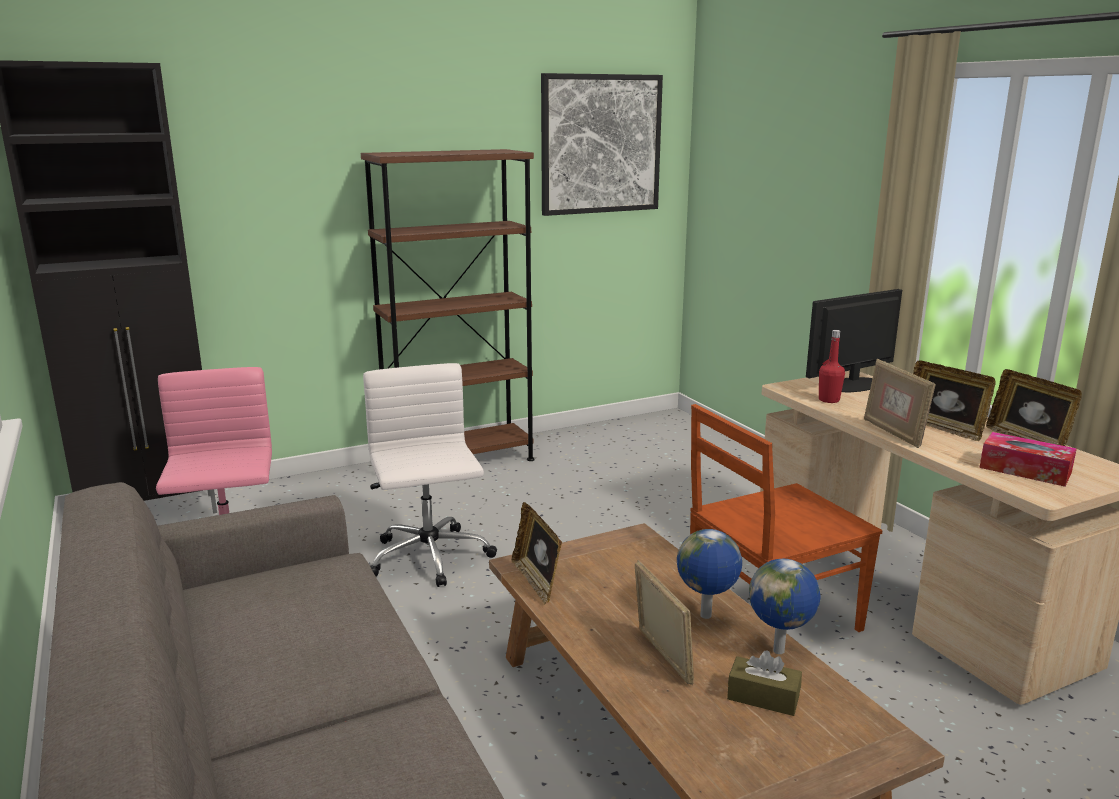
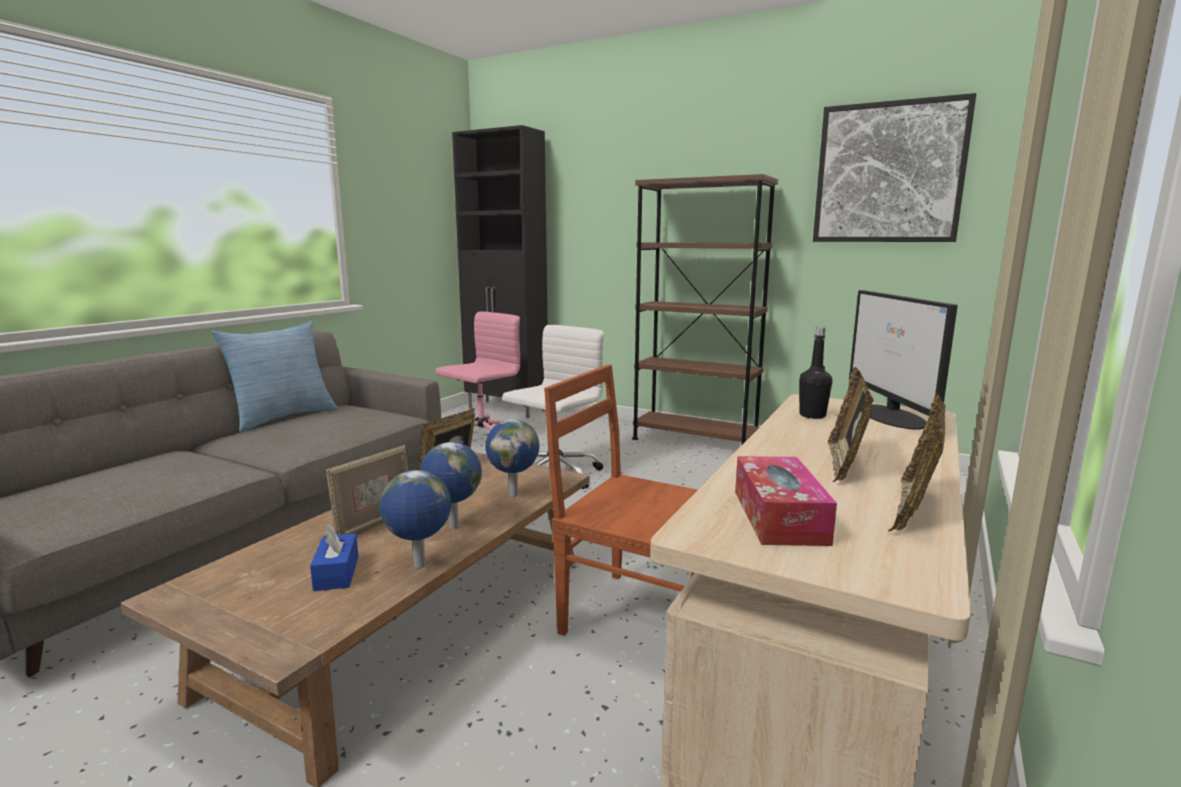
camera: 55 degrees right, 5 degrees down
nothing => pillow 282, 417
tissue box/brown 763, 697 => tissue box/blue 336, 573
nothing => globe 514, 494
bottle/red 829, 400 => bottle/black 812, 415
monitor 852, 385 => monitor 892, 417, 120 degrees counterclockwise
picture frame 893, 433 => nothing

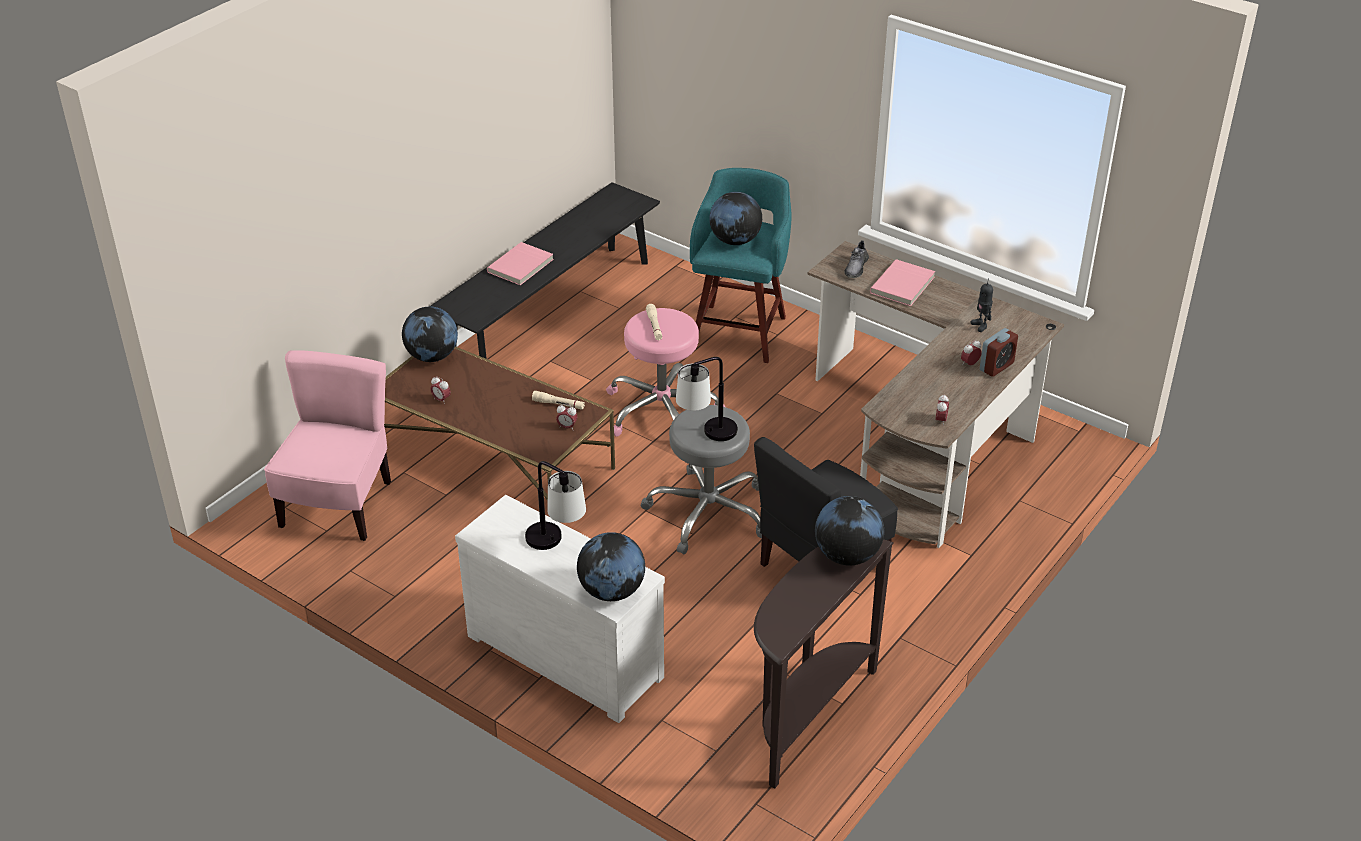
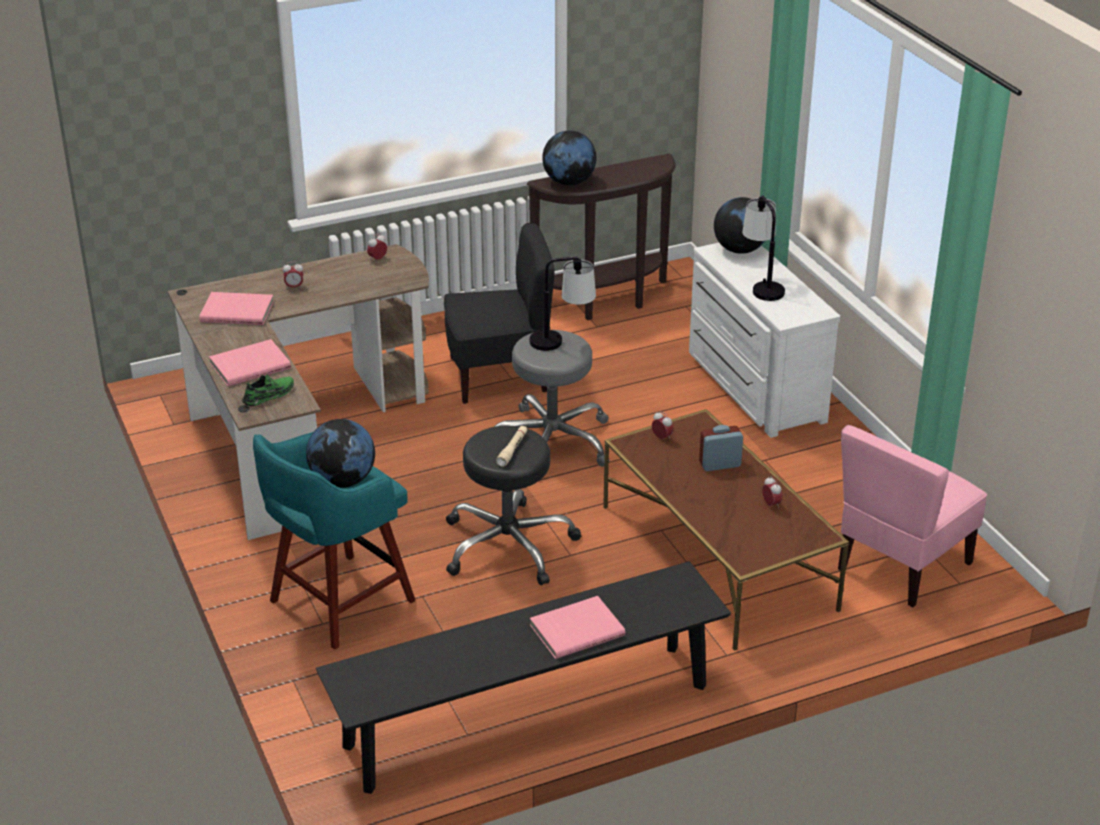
camera: 150 degrees left, 5 degrees down
toy robot 981, 325 => book/pink 237, 311
shoe/grey 856, 267 => shoe/green 269, 395
stool/pink 662, 411 => stool/black 508, 545
alarm clock 996, 366 => alarm clock 720, 464, relocated
globe 432, 356 => nothing
flashlight/beige 558, 404 => nothing

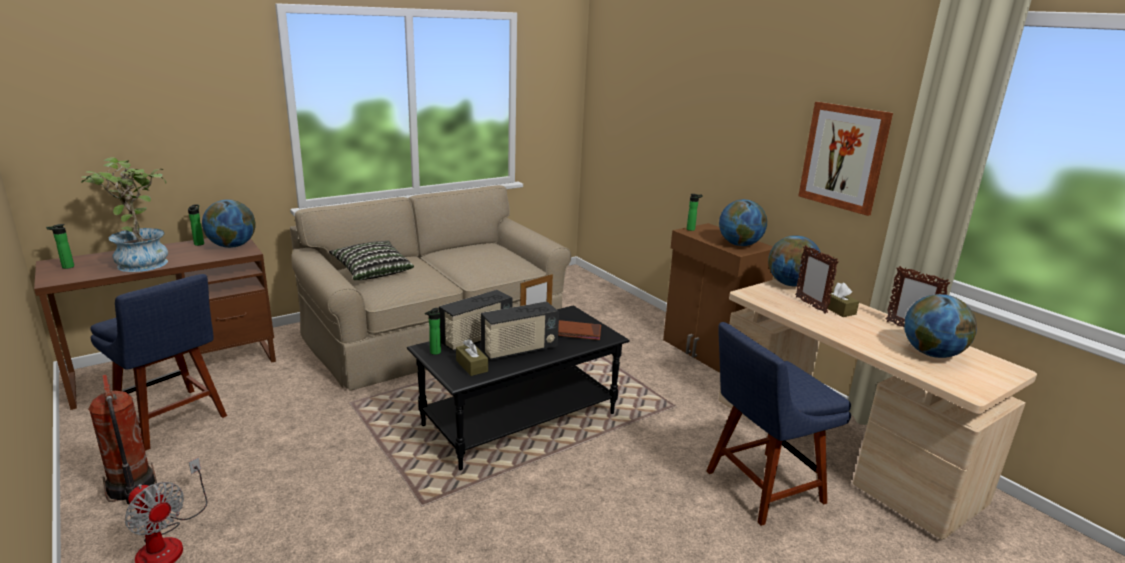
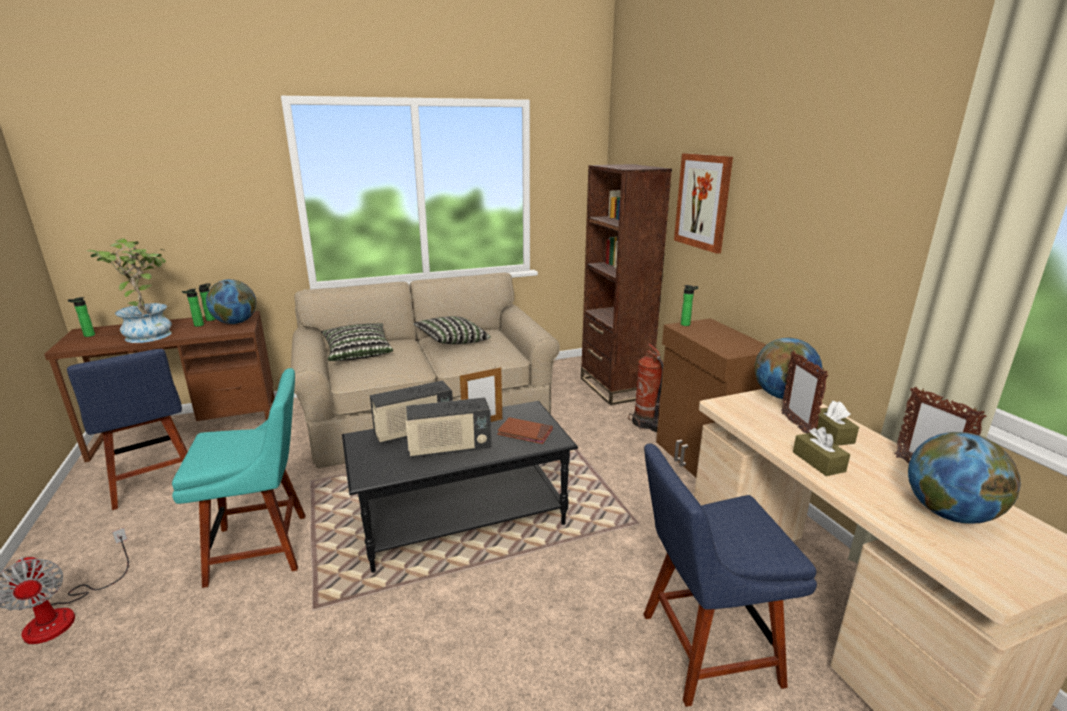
camera: 15 degrees right, 0 degrees up
nothing => chair/turquoise 265, 547
bottle 434, 353 => bottle 197, 325, relocated
nothing => pillow 452, 342
nothing => bookcase/brown 614, 387
fire extinguisher 131, 489 => fire extinguisher 646, 423, relocated
picture 844, 157 => picture 703, 201, relocated
tissue box/brown 471, 366 => tissue box/brown 818, 462, relocated
globe 739, 244 => nothing

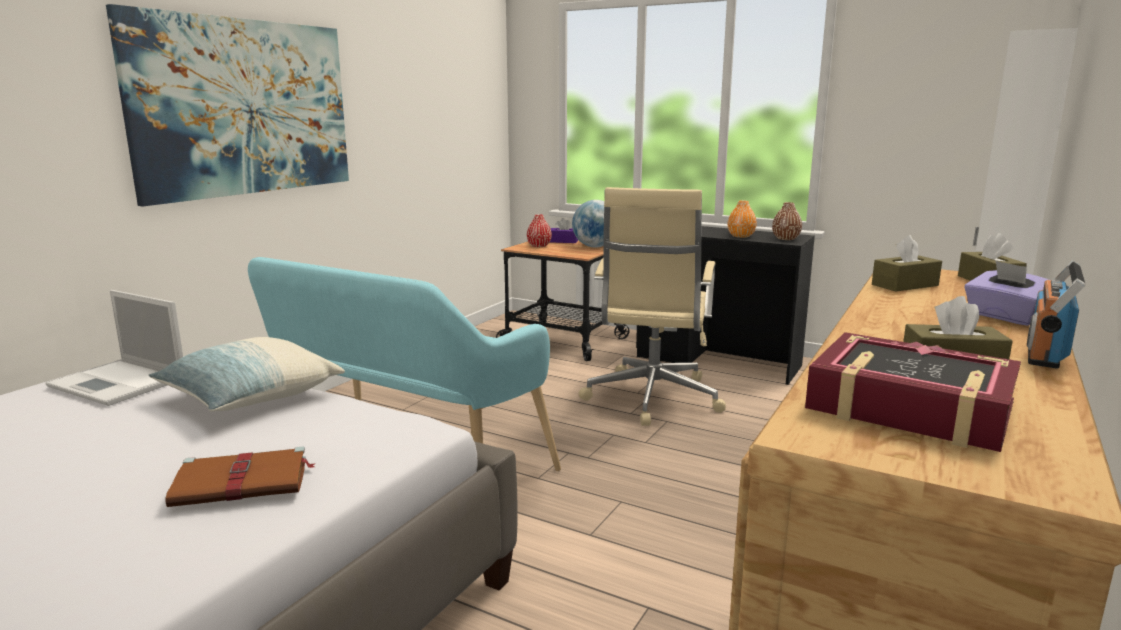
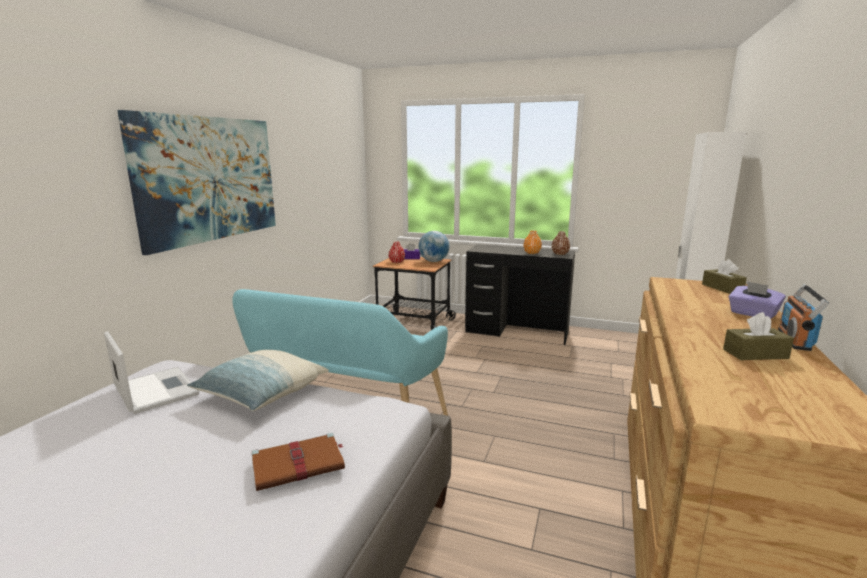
camera: 10 degrees left, 0 degrees up
laptop 119, 383 => laptop 155, 390, 150 degrees counterclockwise
office chair/beige 651, 399 => nothing
book 909, 407 => nothing
tissue box/brown 904, 285 => nothing

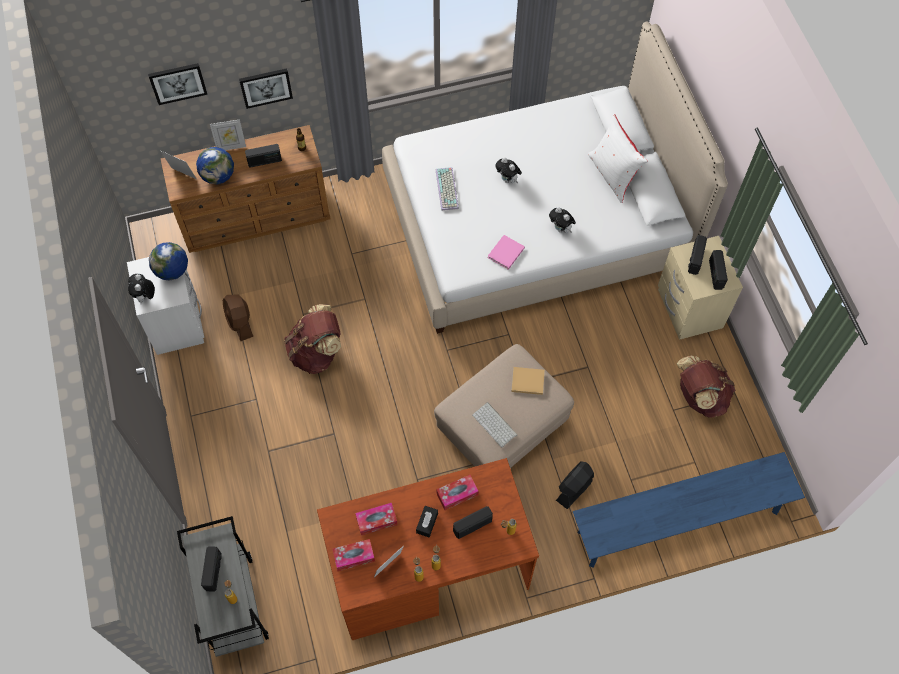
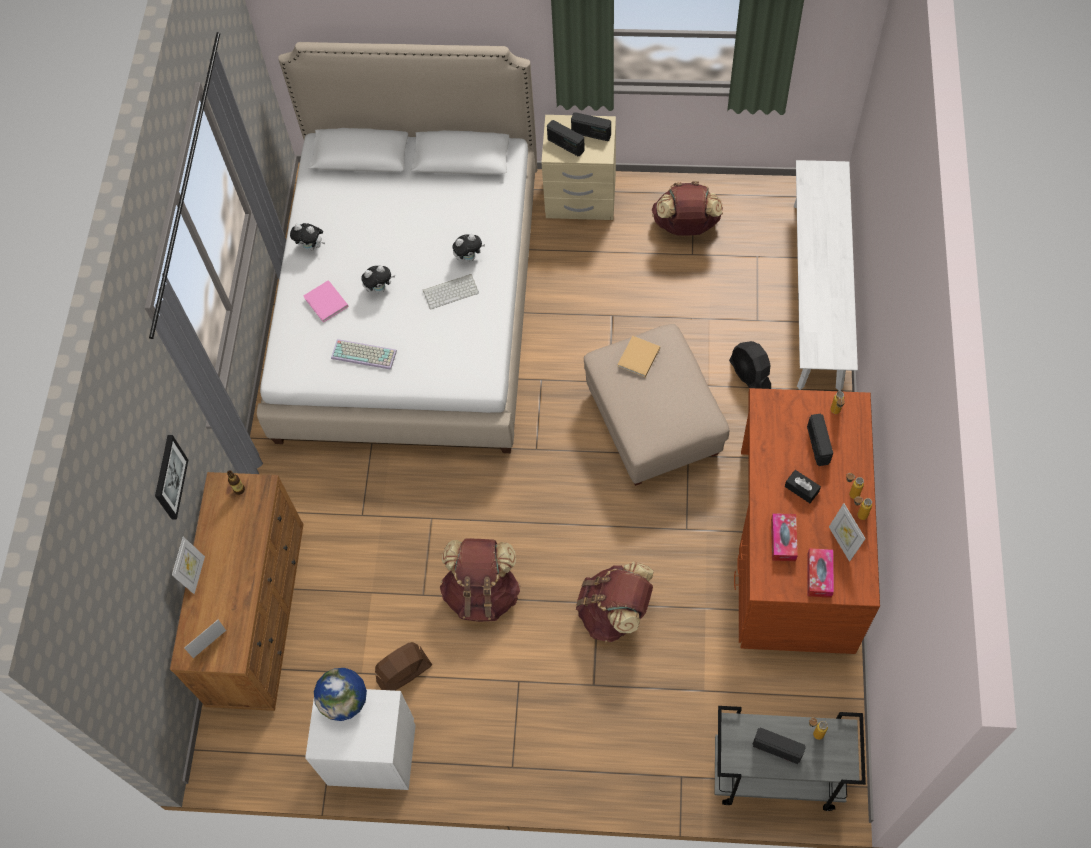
camera: 65 degrees left, 0 degrees up
plush toy 145, 297 => plush toy 311, 246, relocated
book/pink 505, 253 => book/pink 327, 303, relocated
fan/brown 240, 322 => fan/brown 404, 673, 150 degrees clockwise
keyboard 495, 425 => keyboard 451, 291, relocated
nothing => backpack/brown 615, 612
bench/blue 678, 522 => bench/white 817, 294
picture 178, 82 => nothing
globe 218, 176 => nothing
radio 264, 161 => nothing
tissue box 457, 494 => nothing
pillow/white 612, 175 => nothing

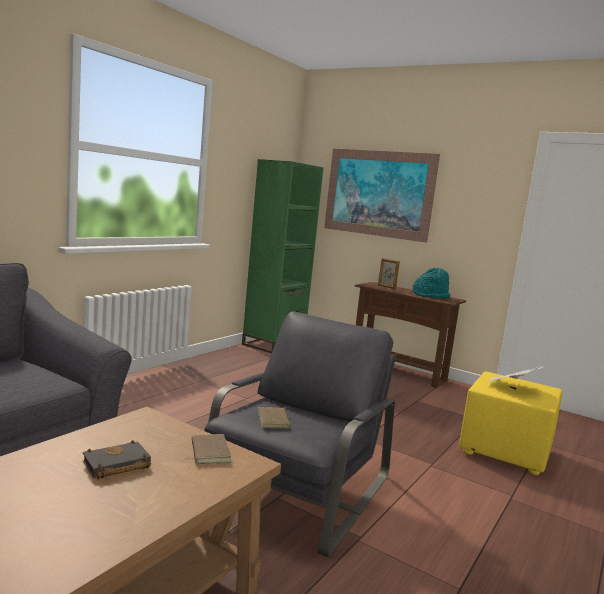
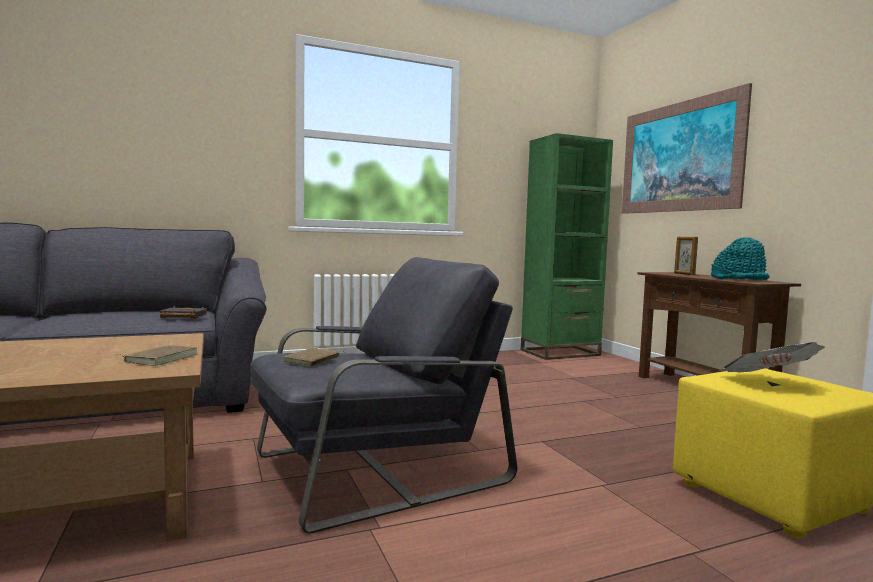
camera: 35 degrees right, 5 degrees down
book/black 115, 466 => book/black 182, 317, relocated

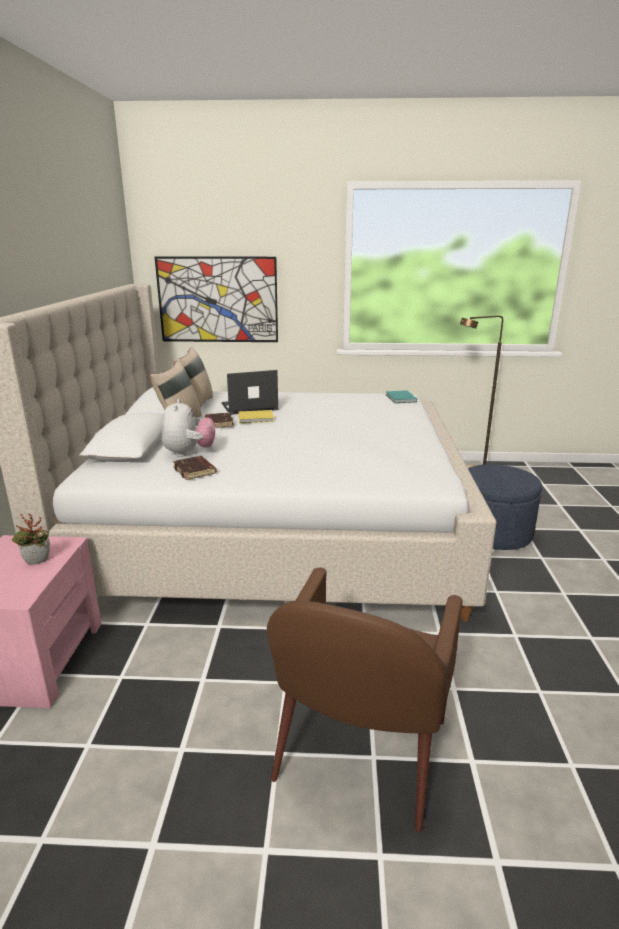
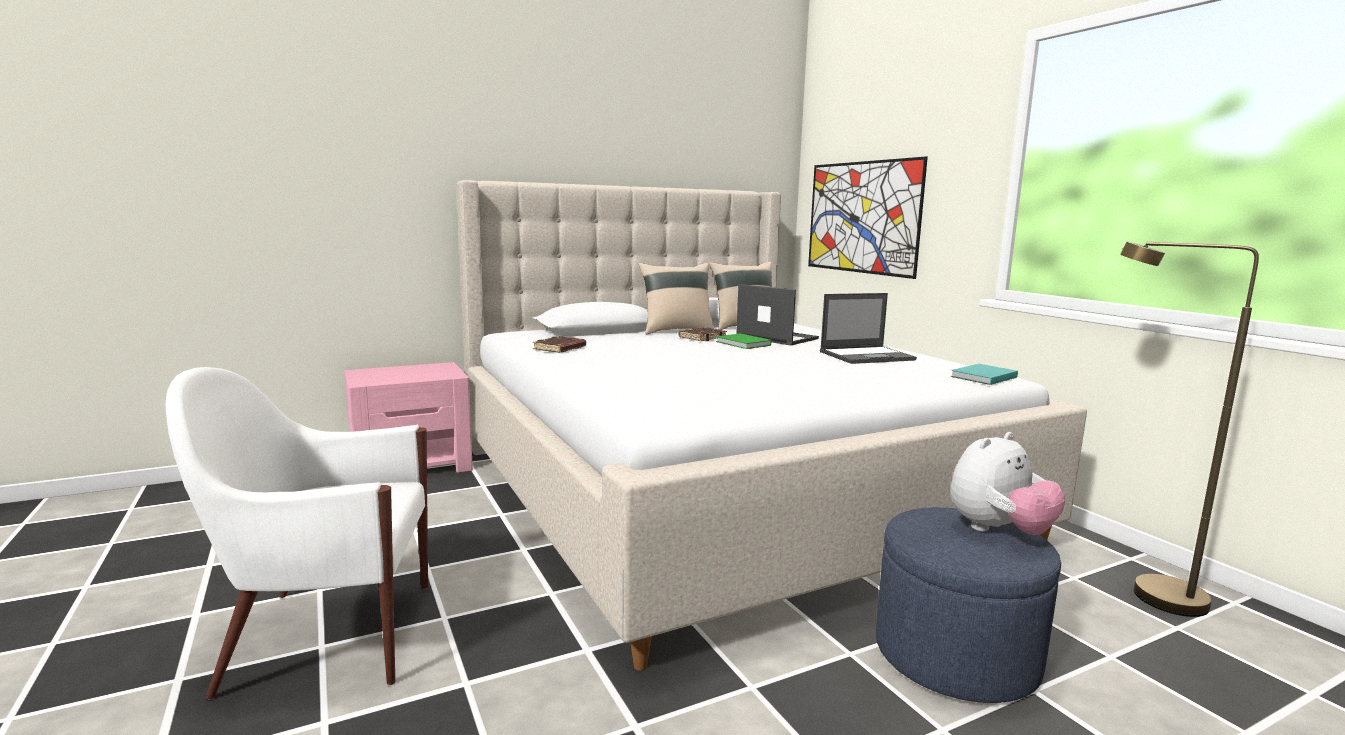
camera: 60 degrees right, 10 degrees down
armchair/brown 359, 753 => armchair/white 326, 636
book/yellow 257, 418 => book/green 743, 344
nothing => laptop 867, 356
plush toy 189, 453 => plush toy 998, 531, relocated
potted plant 36, 563 => nothing

